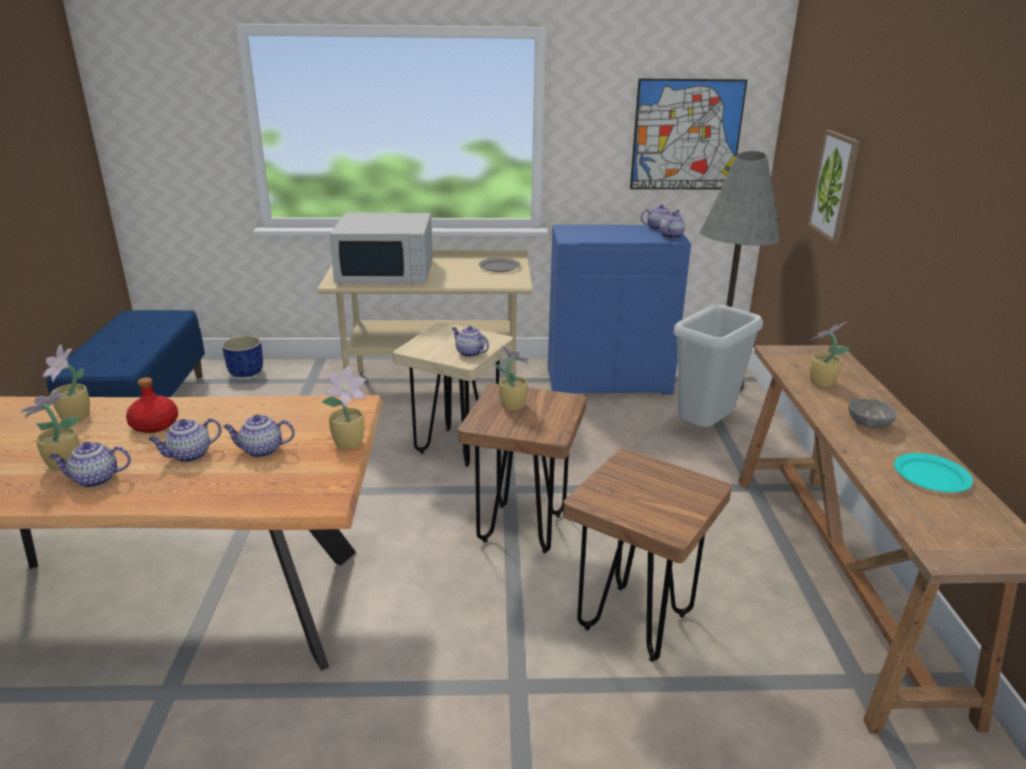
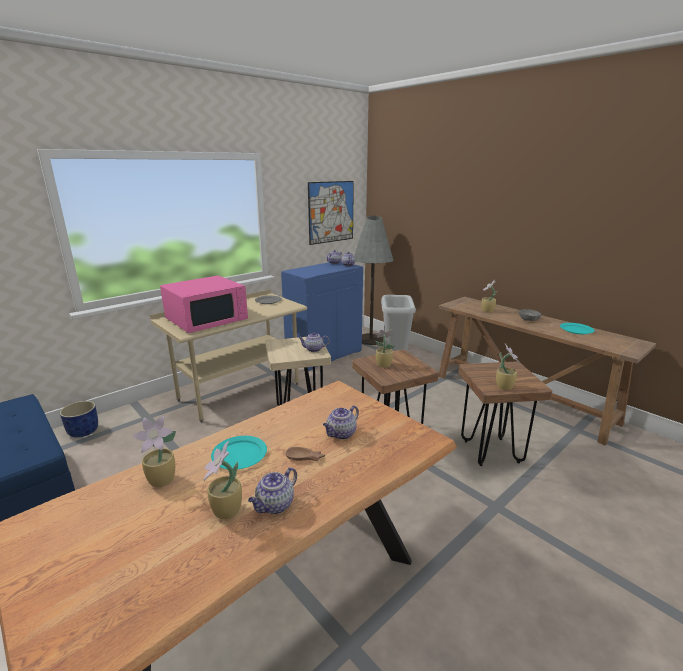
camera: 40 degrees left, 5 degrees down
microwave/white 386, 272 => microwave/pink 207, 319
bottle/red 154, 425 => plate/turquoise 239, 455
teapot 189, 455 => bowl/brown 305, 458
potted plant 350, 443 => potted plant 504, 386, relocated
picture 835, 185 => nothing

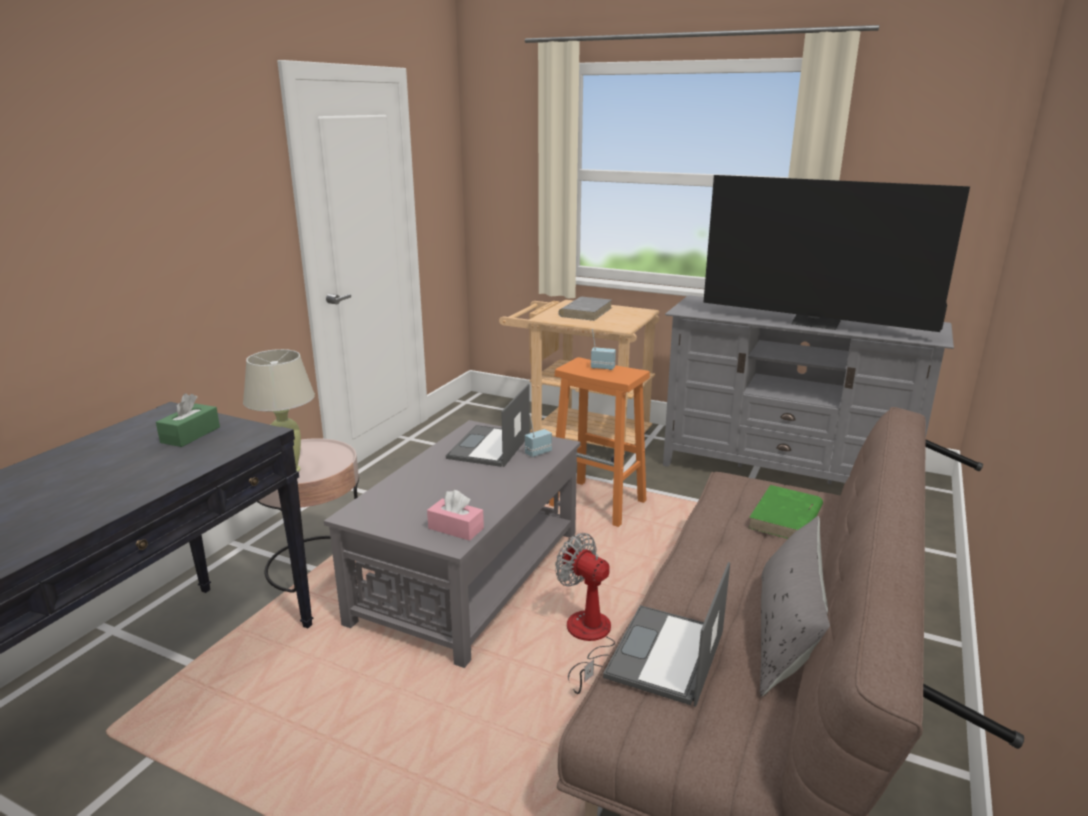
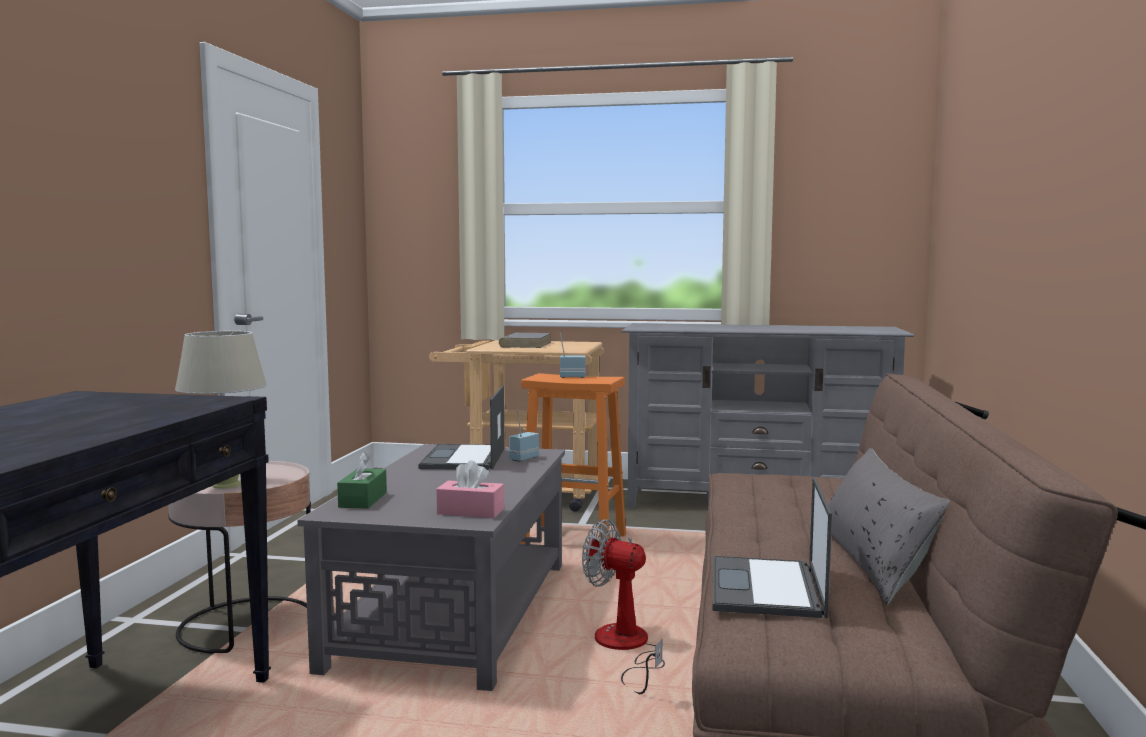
camera: 15 degrees left, 15 degrees down
tissue box/green 190, 435 => tissue box/green 363, 500, relocated
television 816, 323 => nothing
book/green 785, 518 => nothing

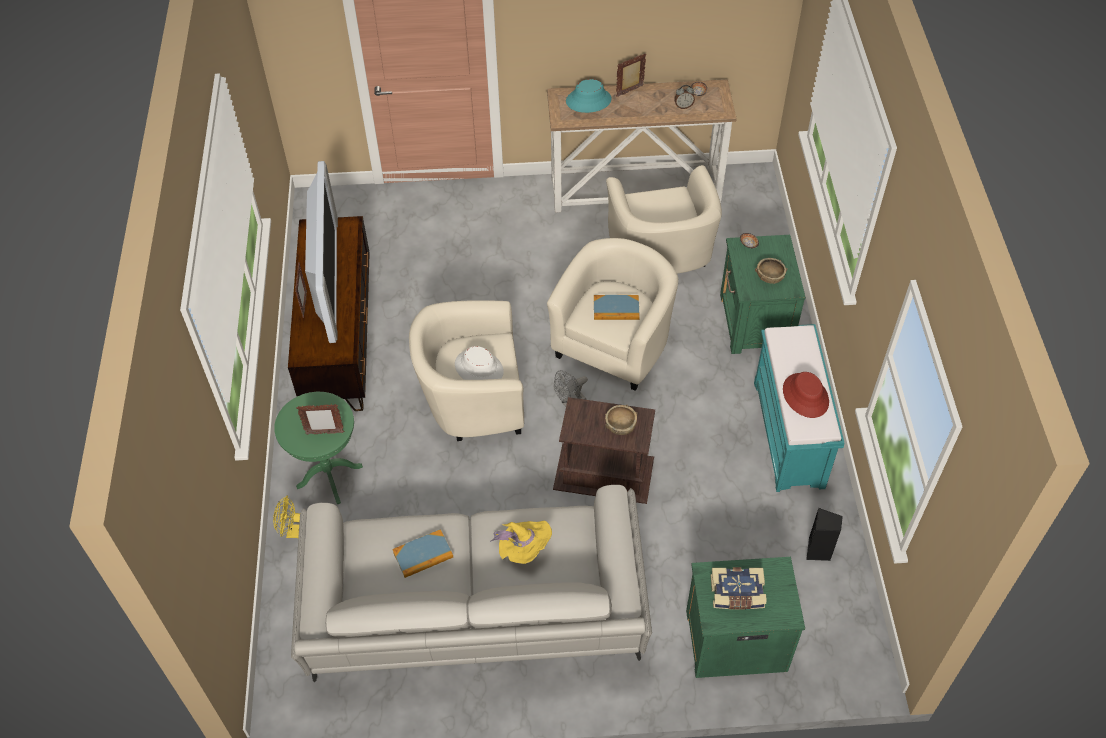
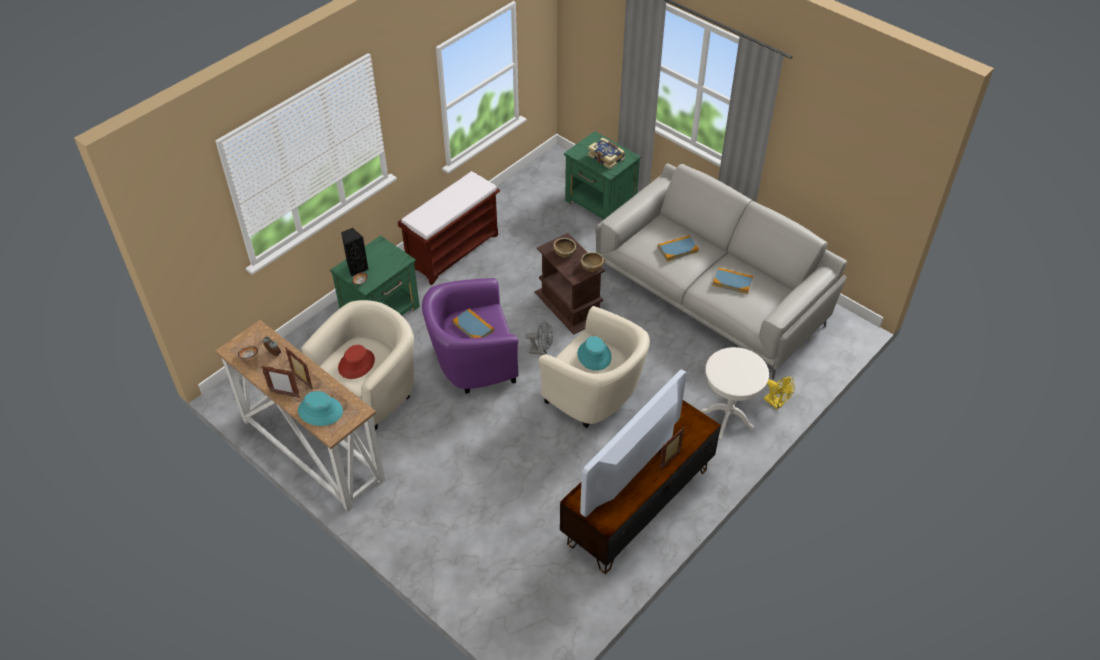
camera: 135 degrees left, 5 degrees down
picture frame 324, 433 => picture frame 302, 382, relocated
hat/red 805, 396 => hat/red 356, 364, relocated
speaker/black 818, 551 => speaker/black 357, 268, relocated
bench/turquoise 789, 435 => bench/brown 453, 250
armchair/beige 614, 343 => armchair/purple 472, 362
hat/white 479, 368 => hat/turquoise 594, 355
bowl/brown 769, 277 => bowl/brown 592, 267, relocated
hat/yellow 523, 549 => book 678, 249
side table/green 329, 476 => side table/white 727, 419

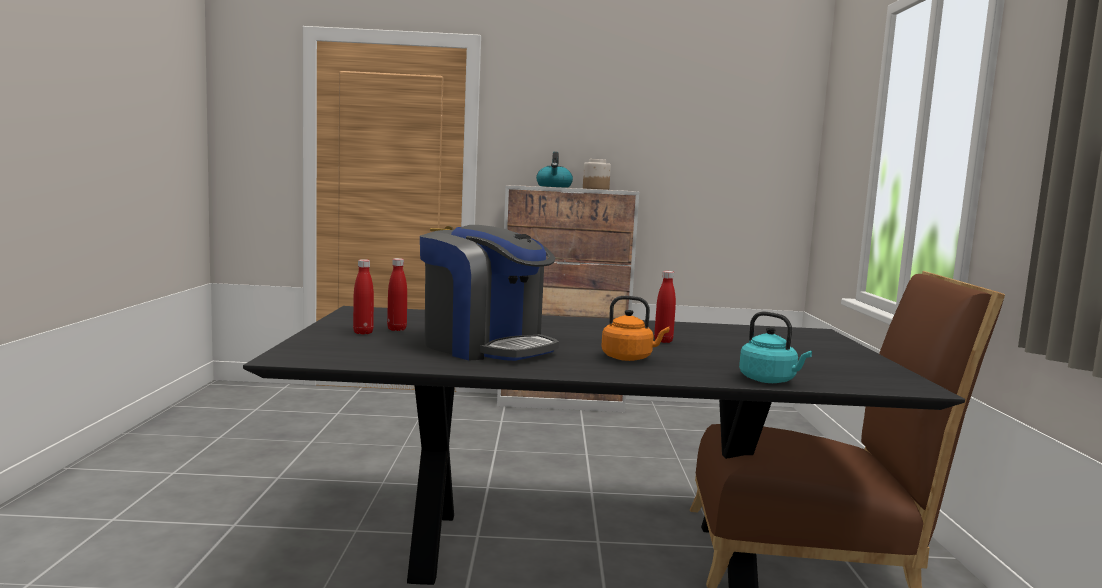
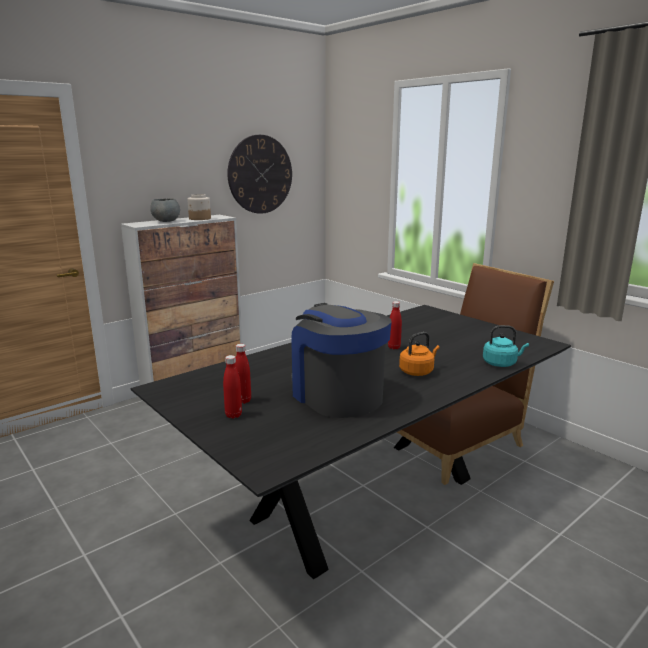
camera: 40 degrees left, 10 degrees up
kettle 554, 186 => bowl/grey 166, 221
nothing => wall clock 260, 174
coffee machine 486, 347 => coffee machine 336, 395, 120 degrees counterclockwise

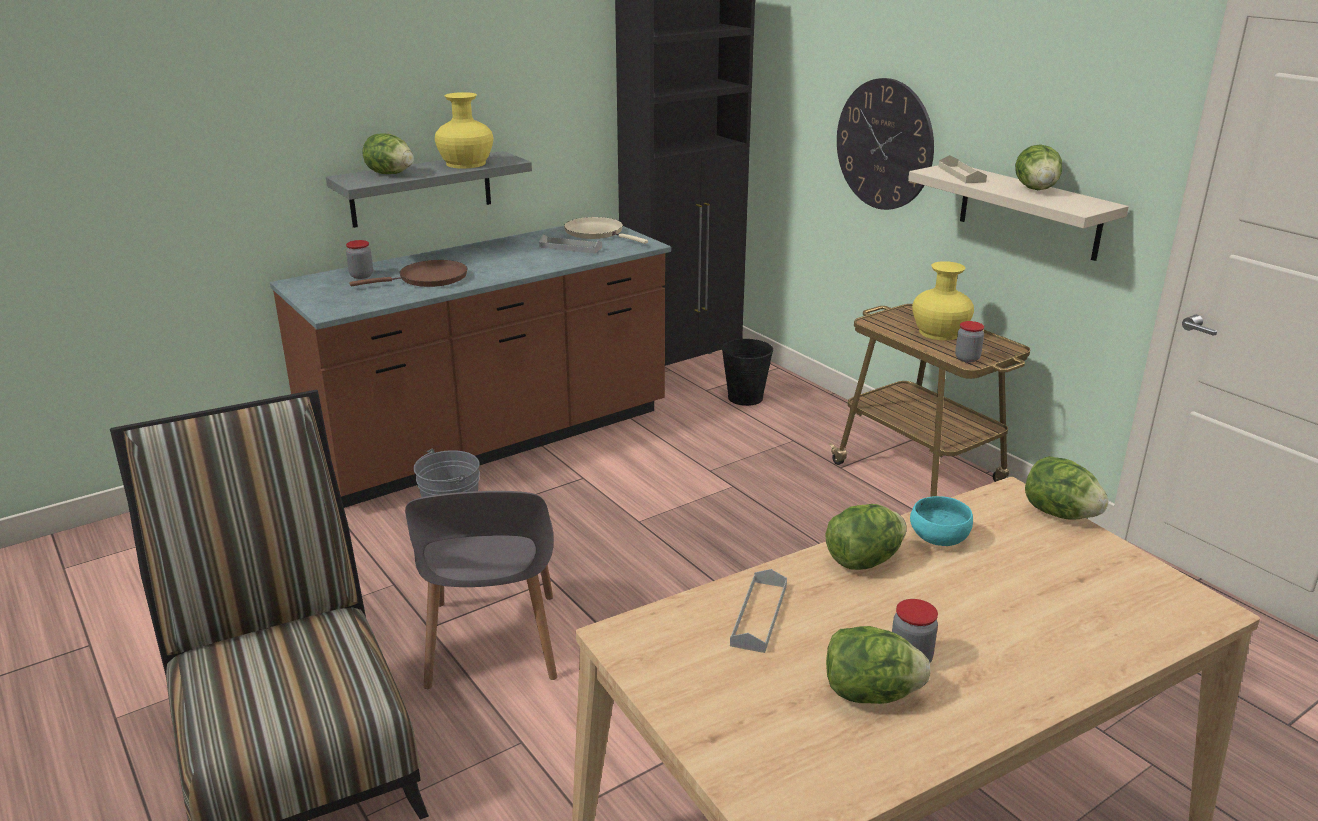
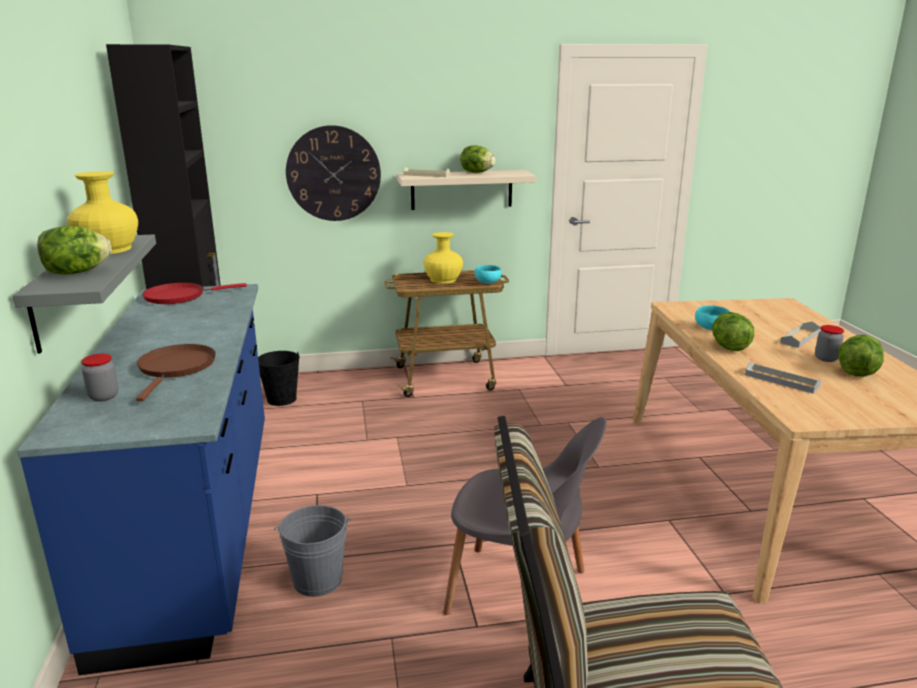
camera: 65 degrees left, 5 degrees down
counter/brown 494, 442 => counter/blue 198, 526
frying pan/beige 597, 233 => frying pan/red 179, 296
jar 967, 358 => bowl/turquoise 487, 282
tray/grey 570, 247 => tray/grey 800, 337, relocated
lettuce 1059, 514 => nothing

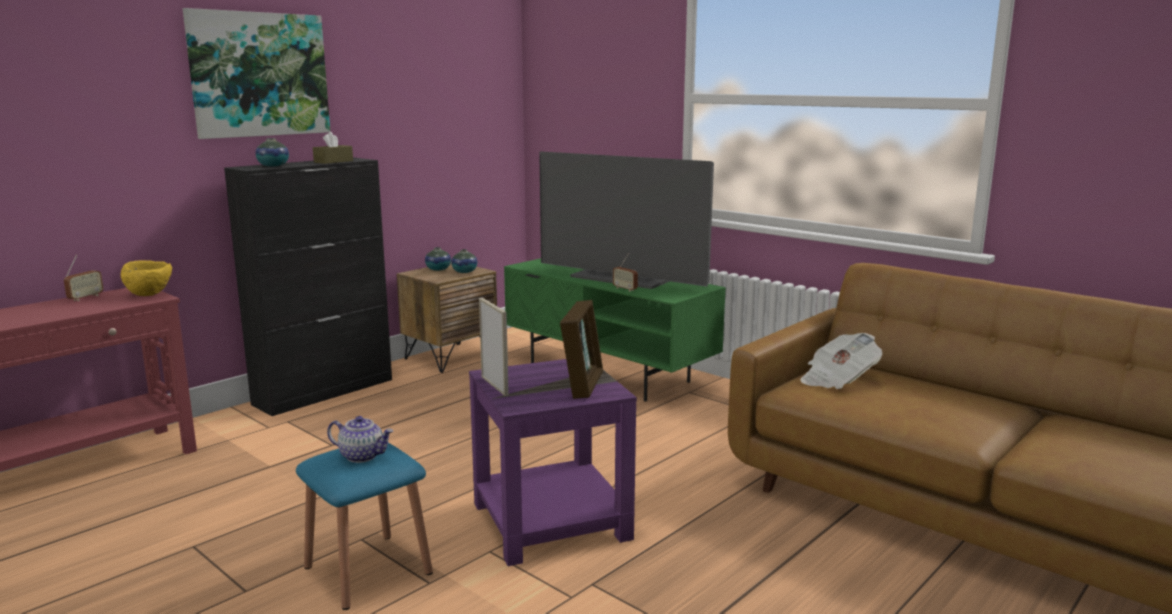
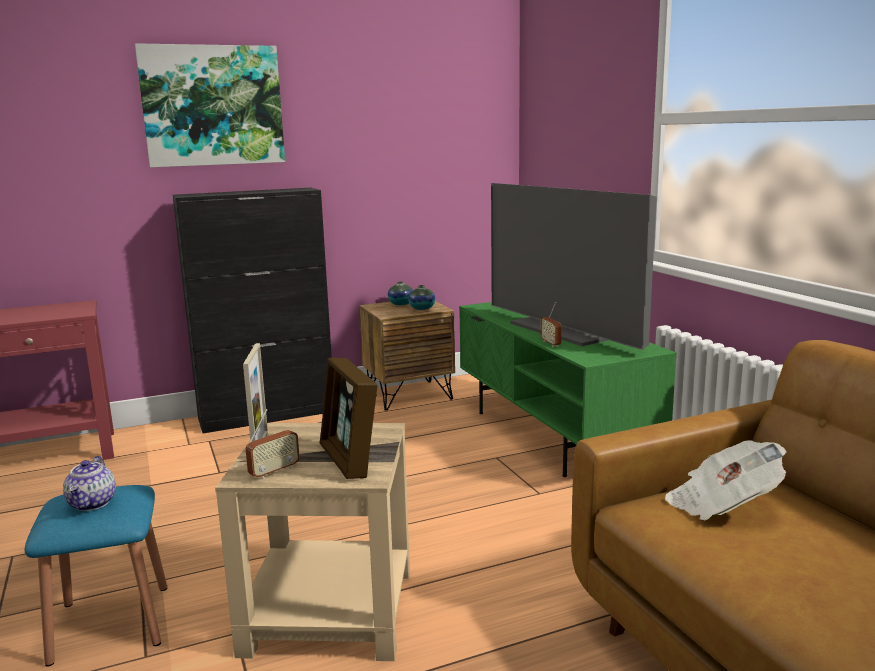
camera: 25 degrees right, 0 degrees up
teapot 362, 456 => teapot 93, 503, 45 degrees clockwise
side table/purple 551, 519 => side table/beige 332, 608
radio 85, 298 => radio 274, 472, relocated
picture frame 583, 385 => picture frame 349, 460, 120 degrees clockwise
bowl/yellow 150, 294 => nothing
vase 273, 166 => nothing
tissue box/brown 333, 161 => nothing

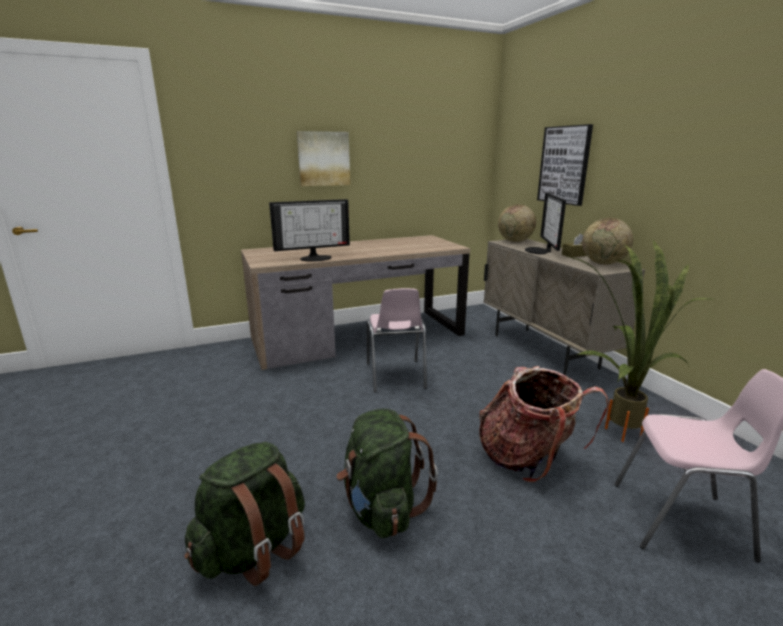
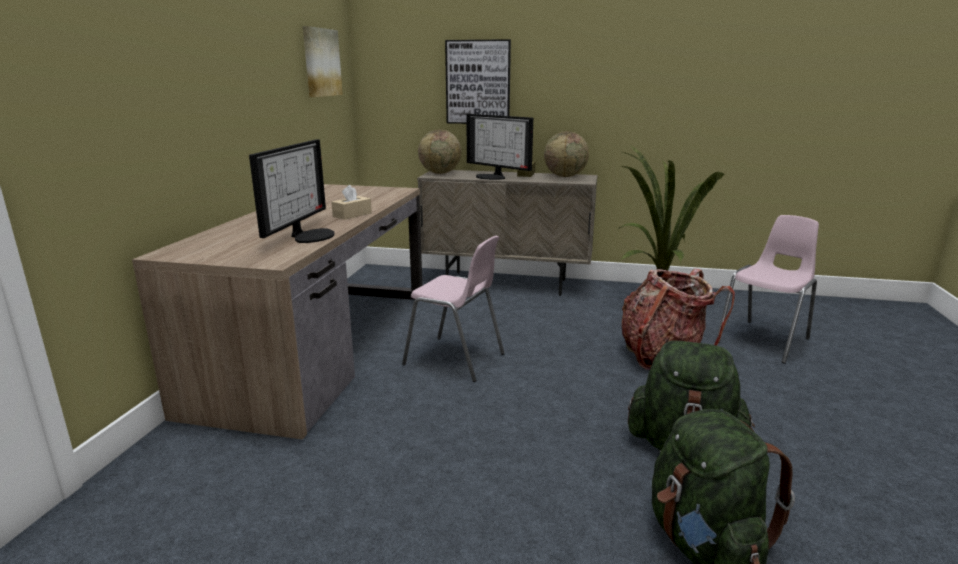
camera: 55 degrees left, 0 degrees up
picture 323, 159 => picture 321, 62, relocated
nothing => tissue box/beige 352, 215

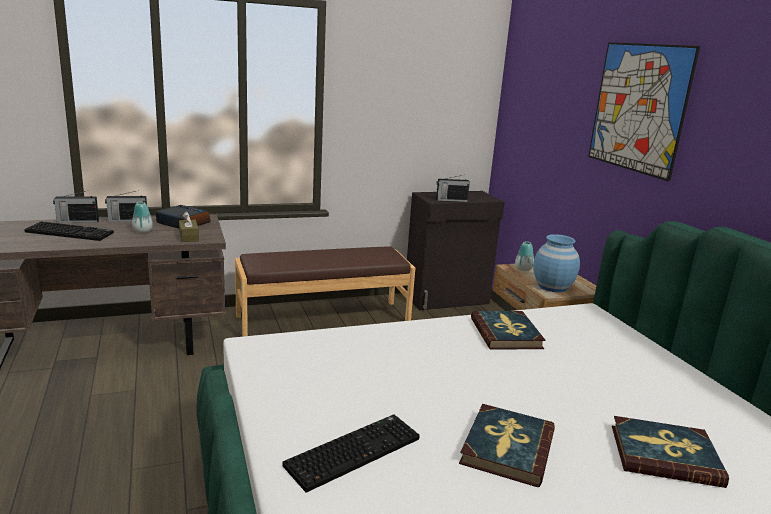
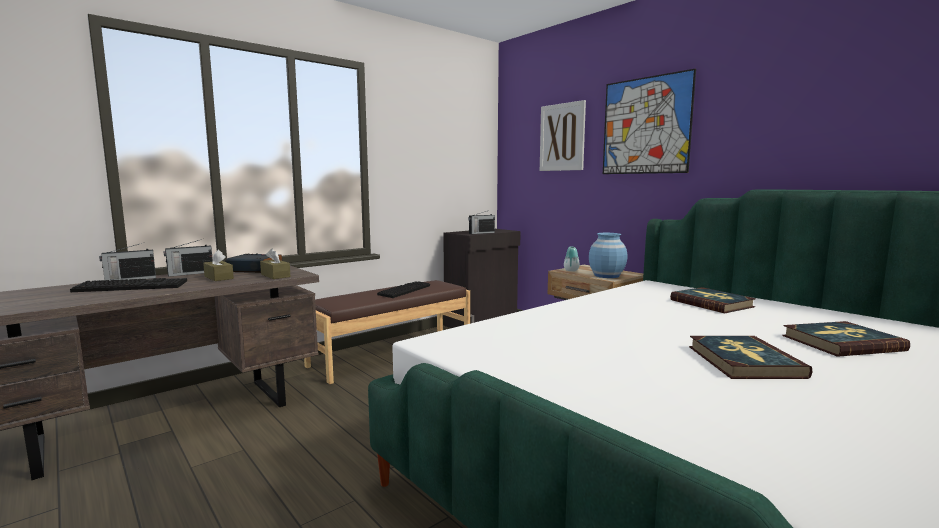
camera: 20 degrees left, 10 degrees down
vase 142, 231 => tissue box/brown 218, 277
keyboard 353, 451 => keyboard 404, 290, relocated
nothing => picture 562, 137
book 506, 333 => book 711, 303, relocated

